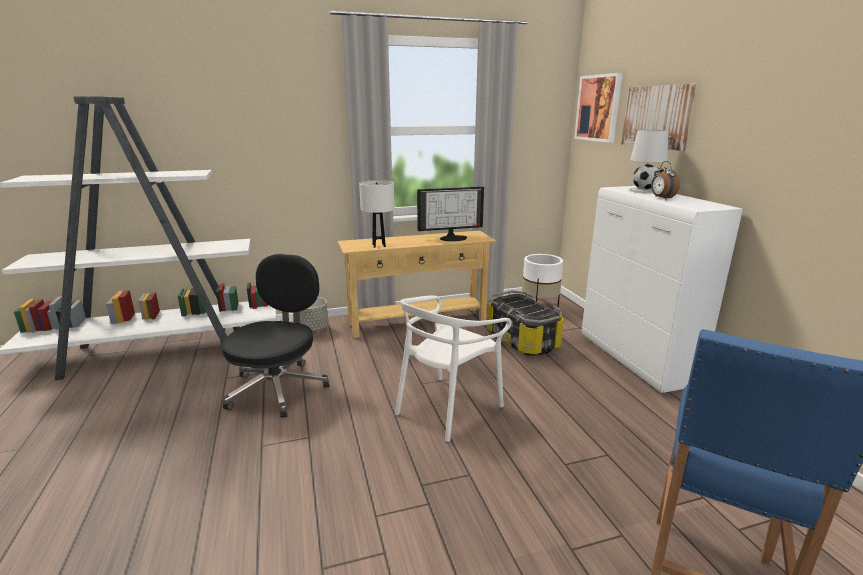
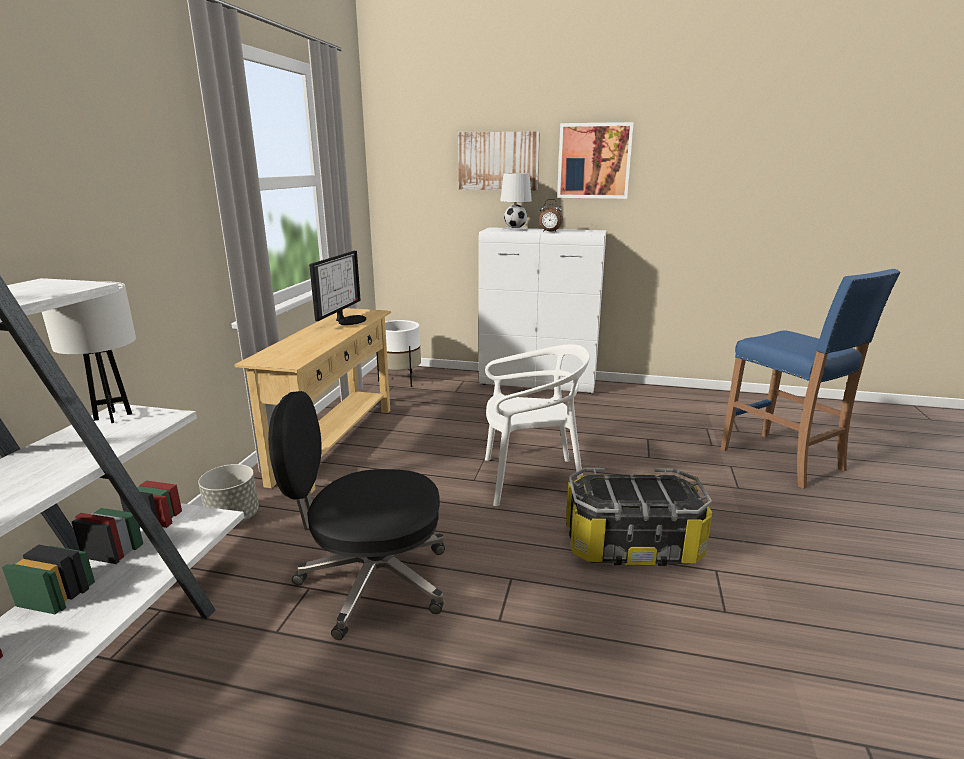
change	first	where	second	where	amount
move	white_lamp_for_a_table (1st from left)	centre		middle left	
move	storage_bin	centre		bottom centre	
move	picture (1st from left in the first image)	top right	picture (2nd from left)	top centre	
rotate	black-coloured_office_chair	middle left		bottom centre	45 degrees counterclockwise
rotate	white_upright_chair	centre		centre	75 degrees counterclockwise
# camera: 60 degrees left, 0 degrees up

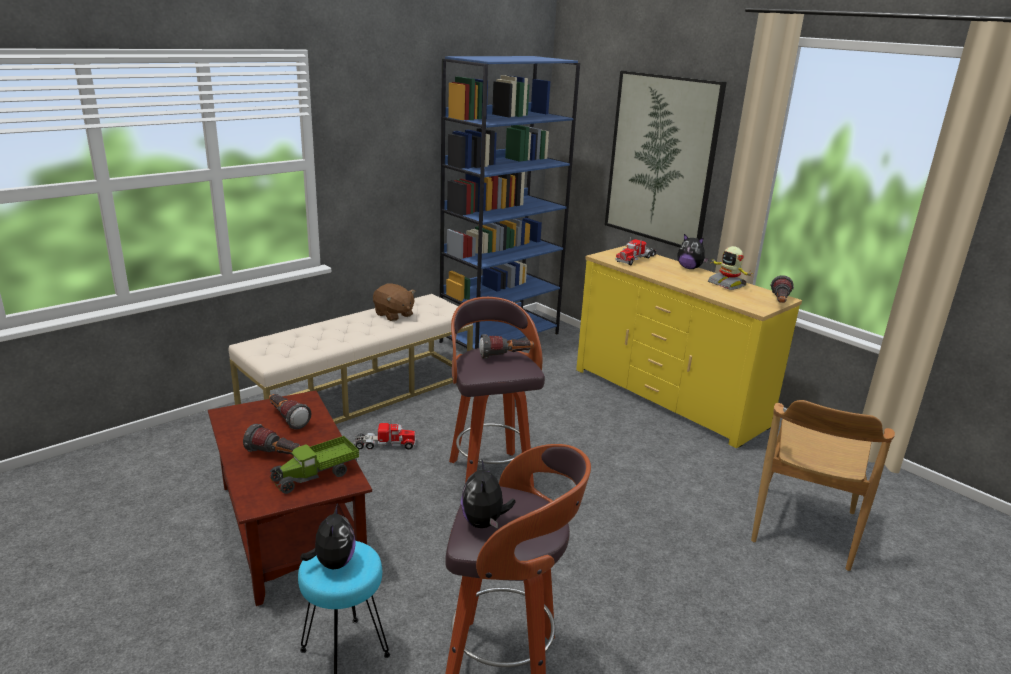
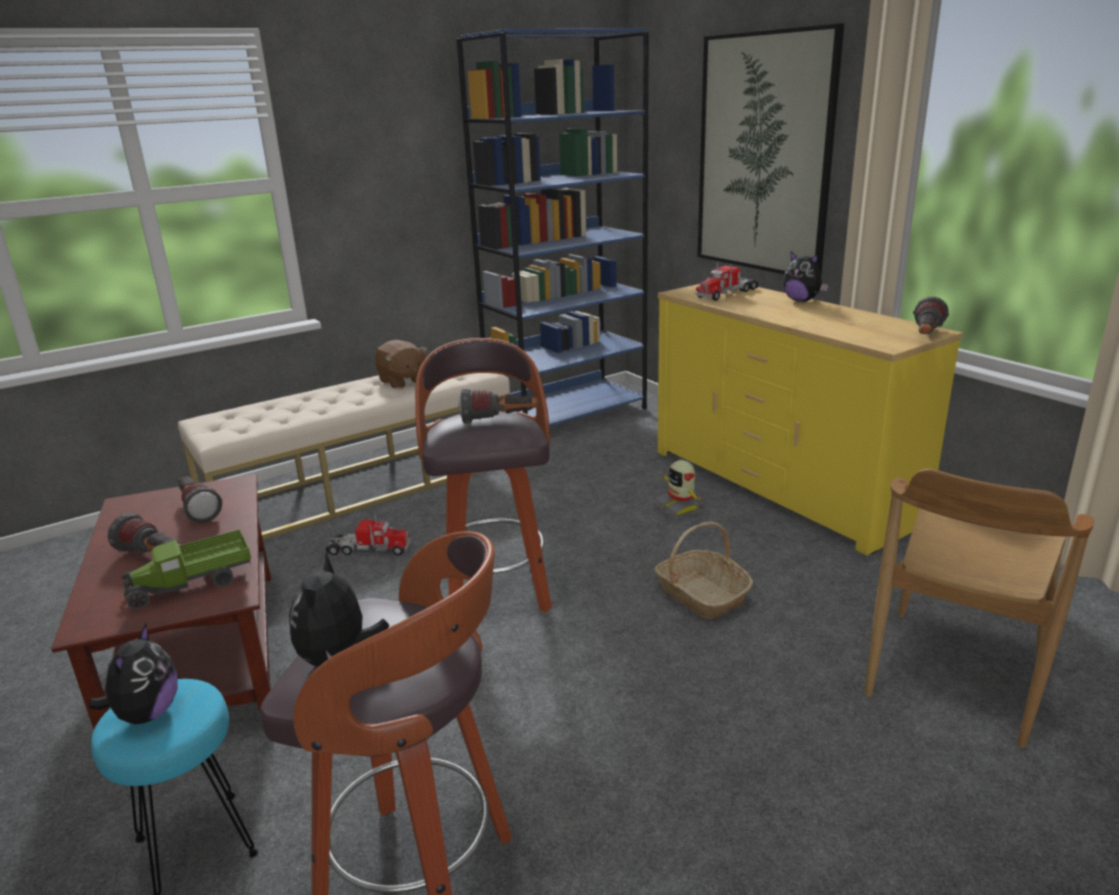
change	first	where	second	where	amount
insert			household_basket	centre	
move	robot_figure	middle right		centre	
# camera: 10 degrees right, 0 degrees up

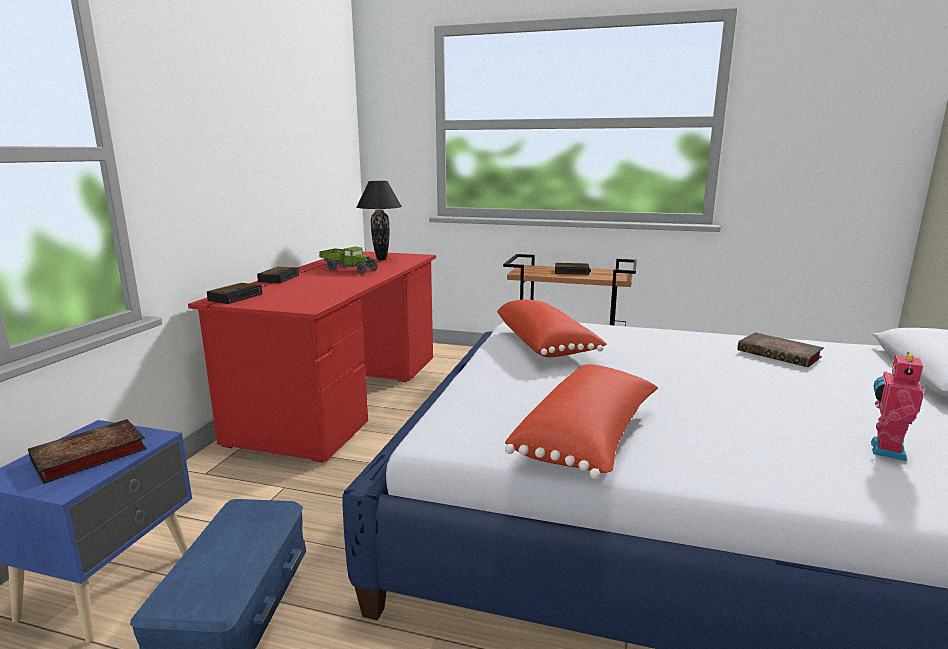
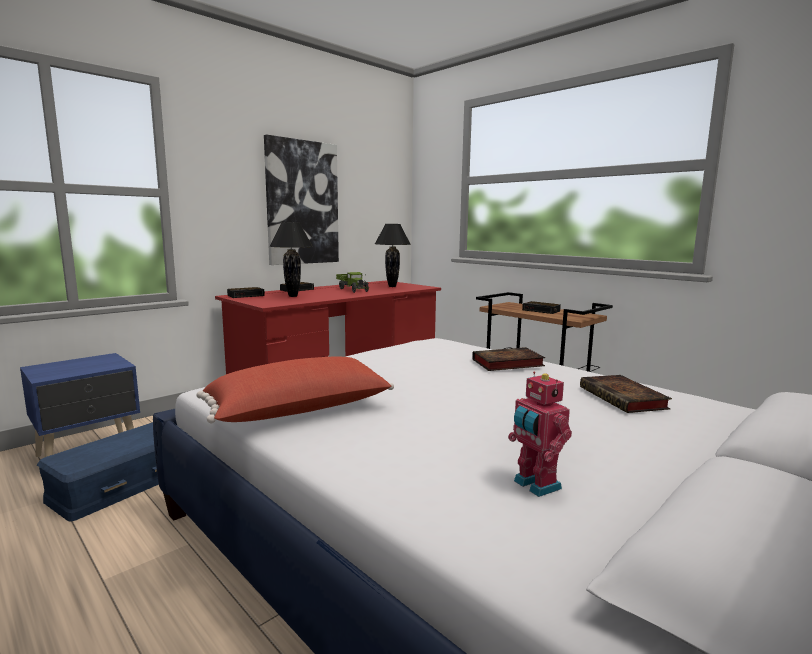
change	first	where	second	where	amount
delete	red_cushion (1st from left)	centre			
insert			picture	top centre	
insert			black-coloured_lamp_for_a_table (1st from left)	centre	
move	volume (1st from left)	bottom left		centre	
rotate	robot_figure	middle right		centre	90 degrees counterclockwise
# camera: 30 degrees right, 5 degrees down

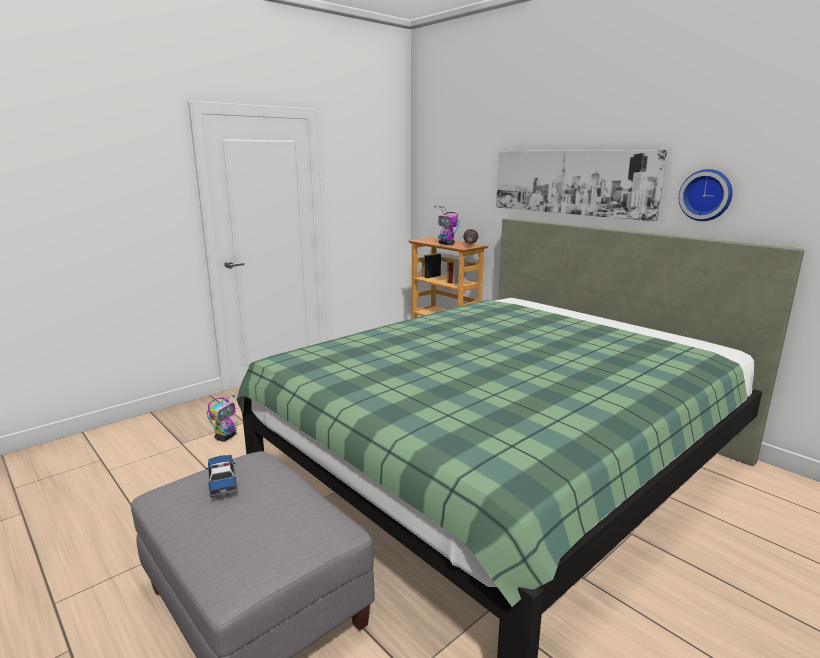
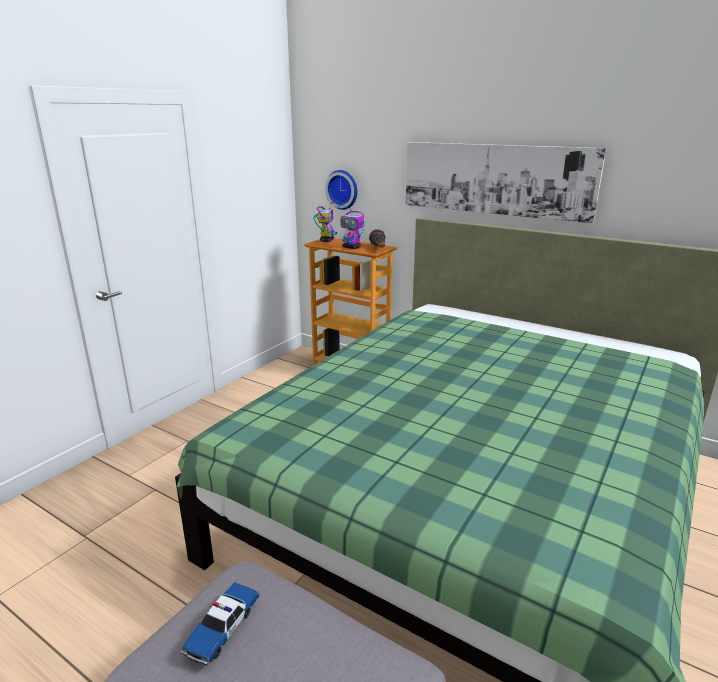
change	first	where	second	where	amount
move	robot_figure (1st from left)	middle left		top centre	
move	hanging_clock	top right		top centre	
rotate	miniature_car	bottom left		bottom left	120 degrees counterclockwise
# camera: 15 degrees left, 5 degrees up

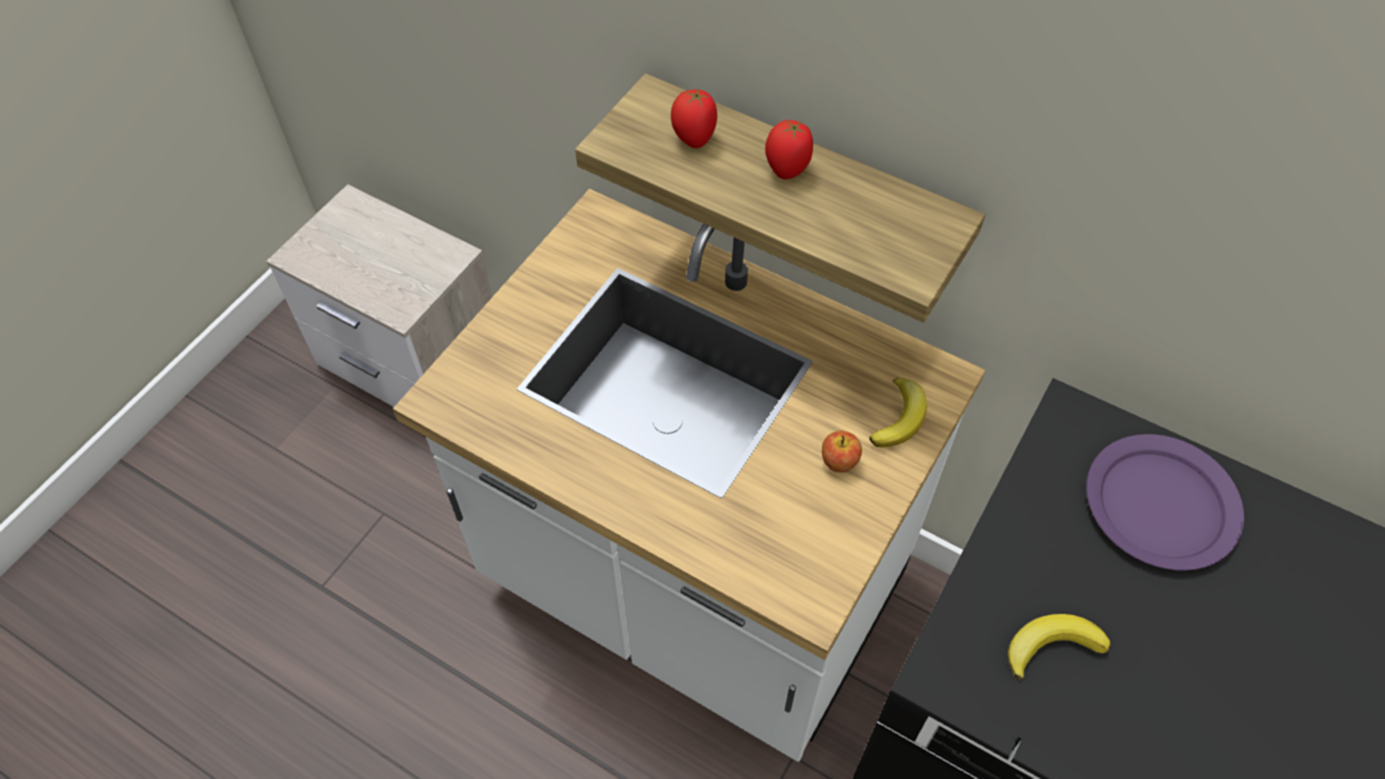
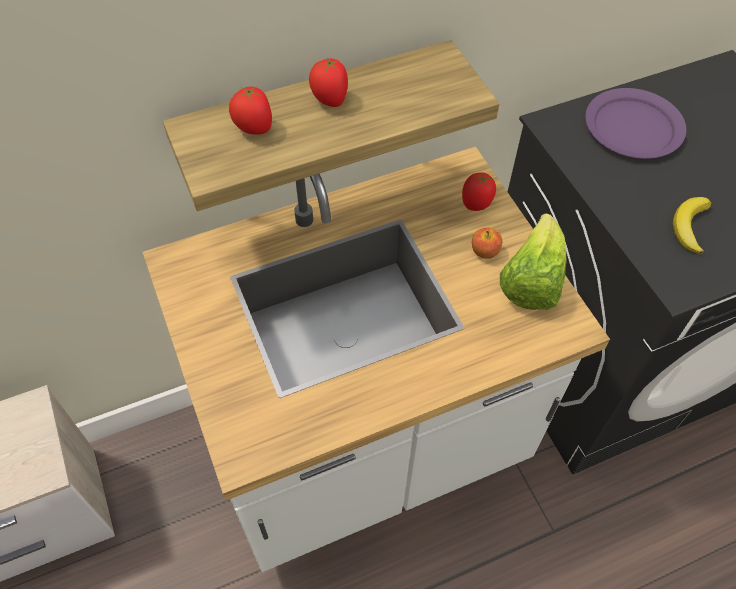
change	first	where	second	where	amount
insert			head_of_lettuce	middle right	
replace	banana_fruit (1st from left)	centre	whole_tomato (3rd from left)	top centre	
# camera: 55 degrees left, 0 degrees up

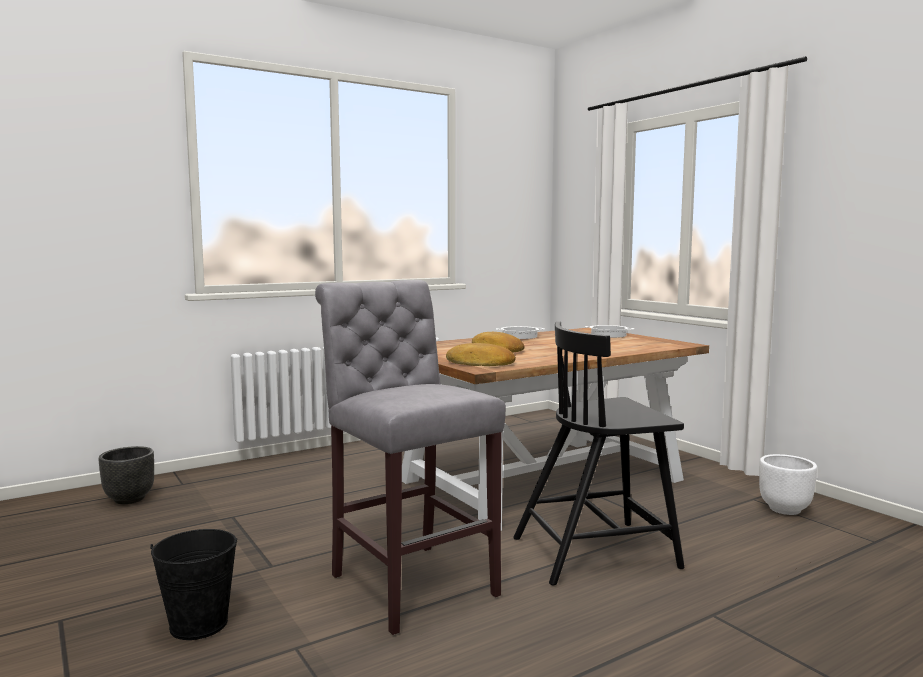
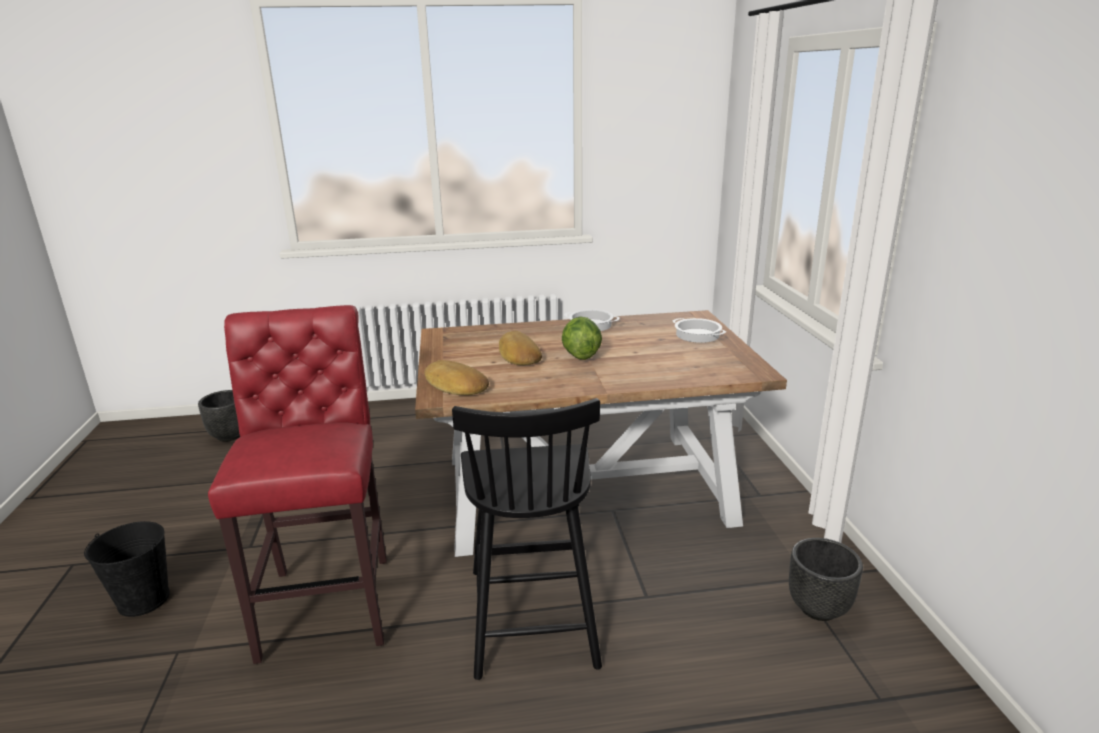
change	first	where	second	where	amount
insert			head_of_lettuce	centre	
recolor	greyish_stool_seat	bottom centre	red_stool_seat	middle left	
recolor	white_flower_pot	bottom right	black-coloured_flower_pot (2nd from left)	bottom right	
rotate	black-coloured_upright_chair	bottom centre		bottom centre	105 degrees counterclockwise
# camera: 25 degrees right, 15 degrees up

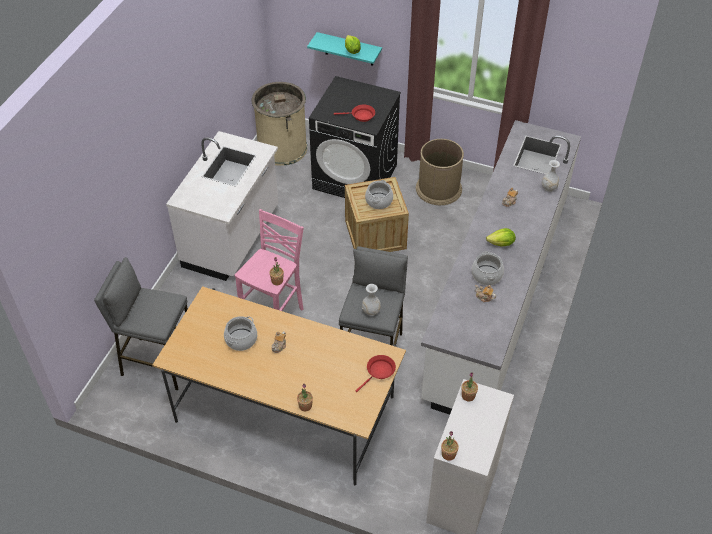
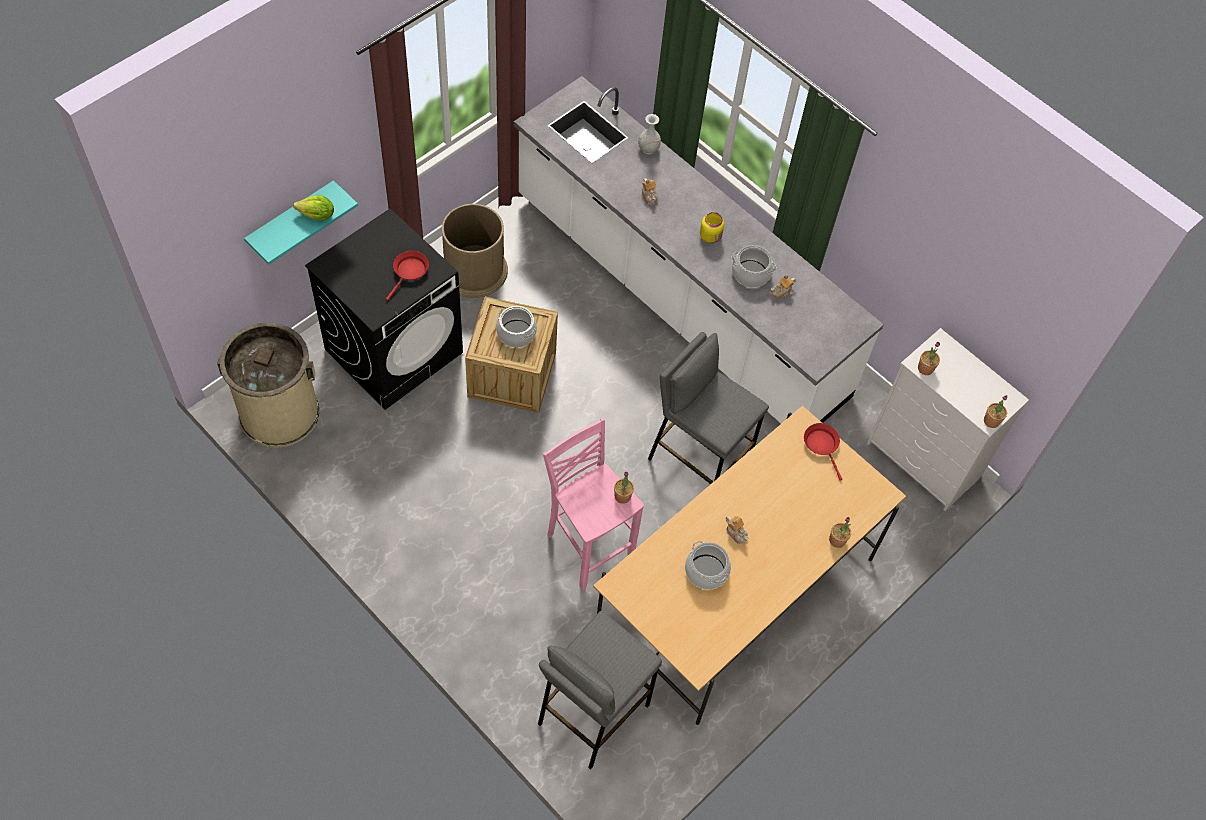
change	first	where	second	where	amount
delete	white_counter (1st from left)	middle left			
delete	white_decorative_vase (1st from left)	centre			
replace	head_of_lettuce (2nd from left)	middle right	yellowish_storage_jar	top centre	
# camera: 70 degrees left, 10 degrees up

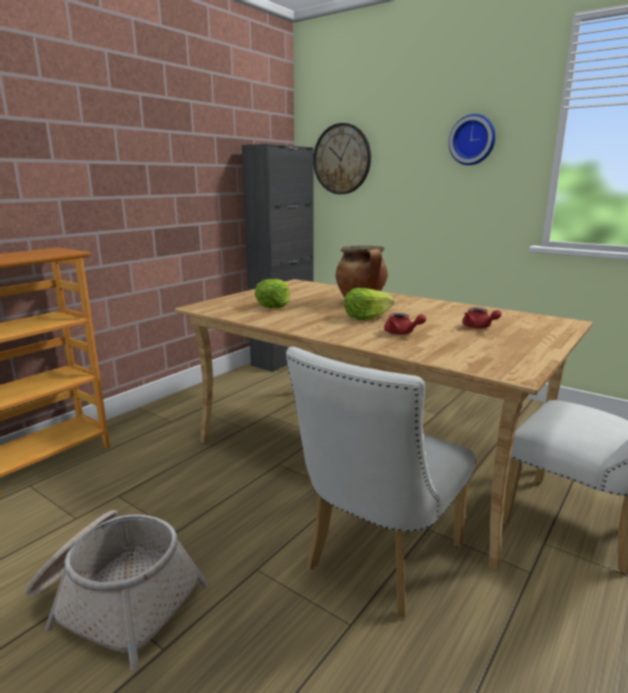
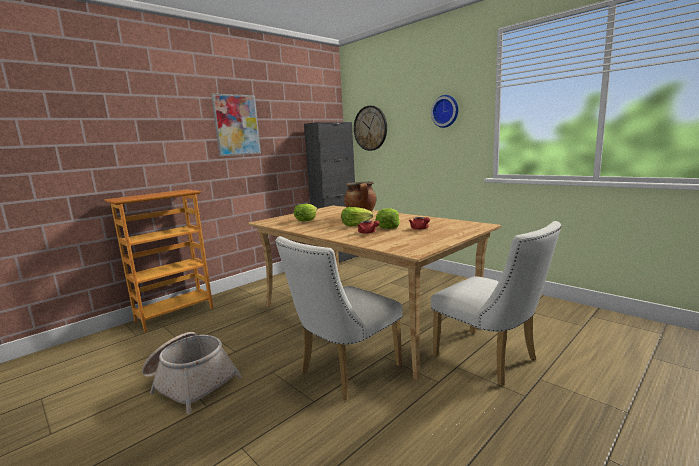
change	first	where	second	where	amount
insert			picture	top centre	
insert			head_of_lettuce (3rd from left)	centre	
# camera: 10 degrees right, 5 degrees down

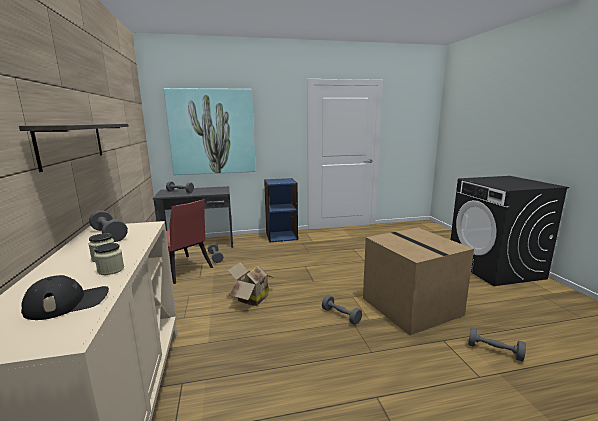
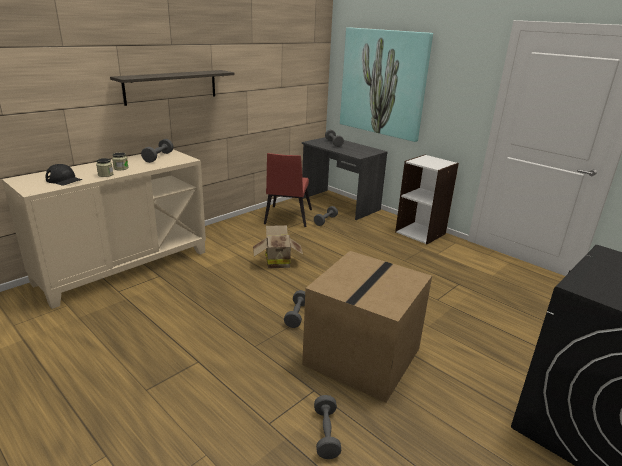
change	first	where	second	where	amount
recolor	blue-coloured_shelving_unit	centre	white_shelving_unit	middle right	
# camera: 55 degrees right, 10 degrees up

